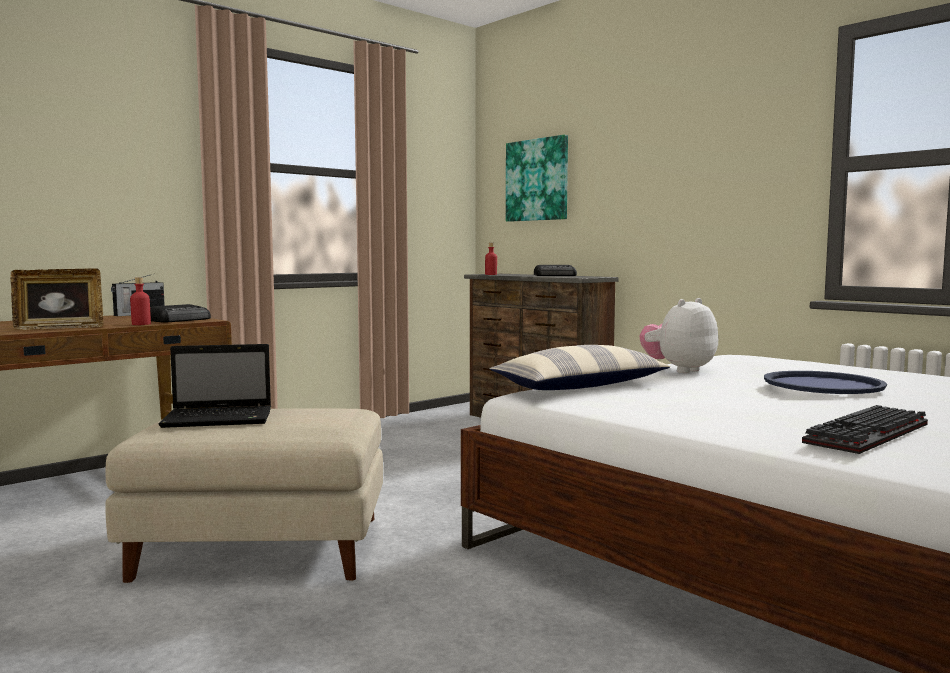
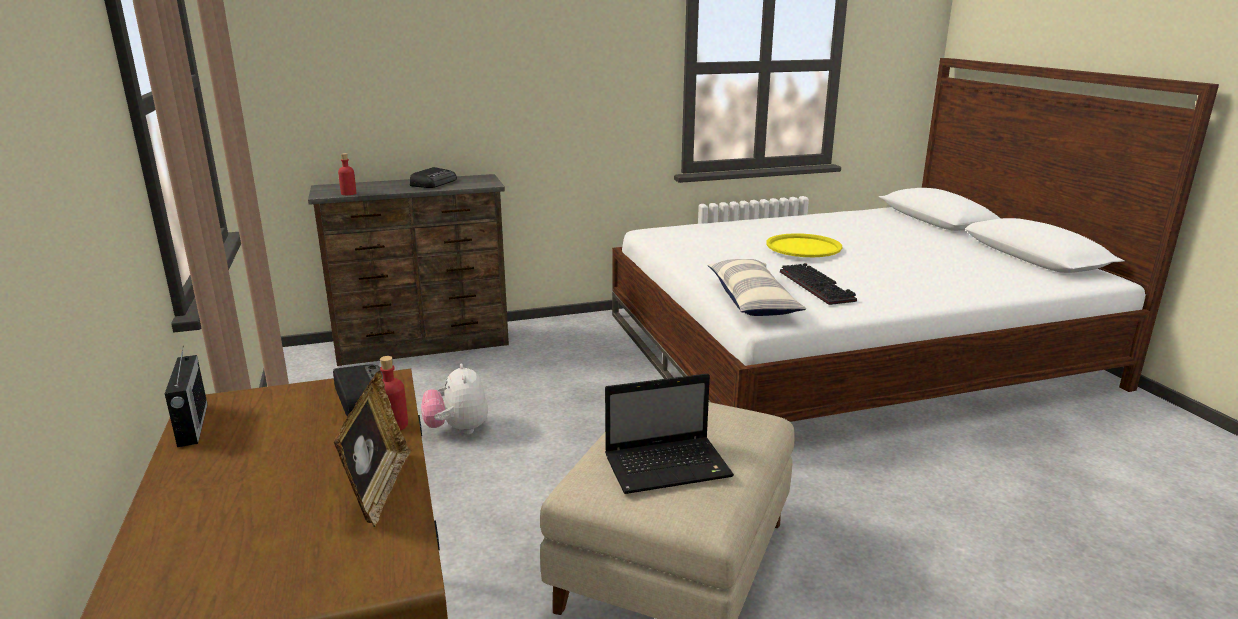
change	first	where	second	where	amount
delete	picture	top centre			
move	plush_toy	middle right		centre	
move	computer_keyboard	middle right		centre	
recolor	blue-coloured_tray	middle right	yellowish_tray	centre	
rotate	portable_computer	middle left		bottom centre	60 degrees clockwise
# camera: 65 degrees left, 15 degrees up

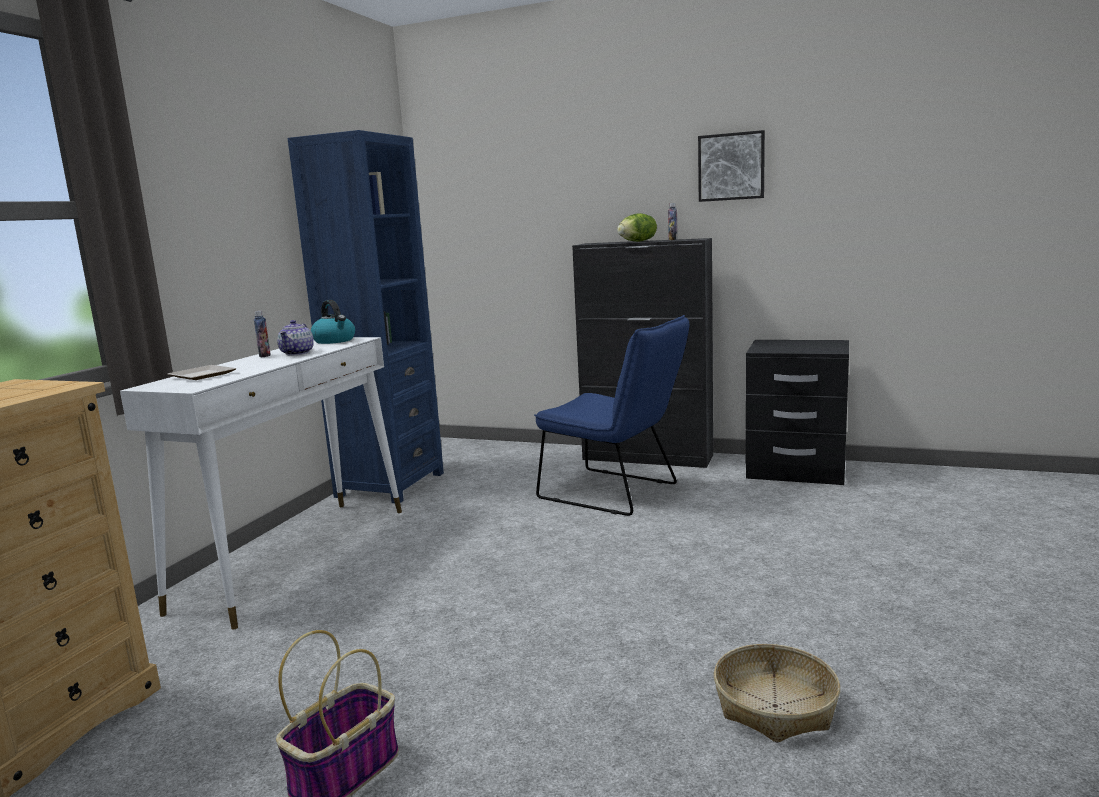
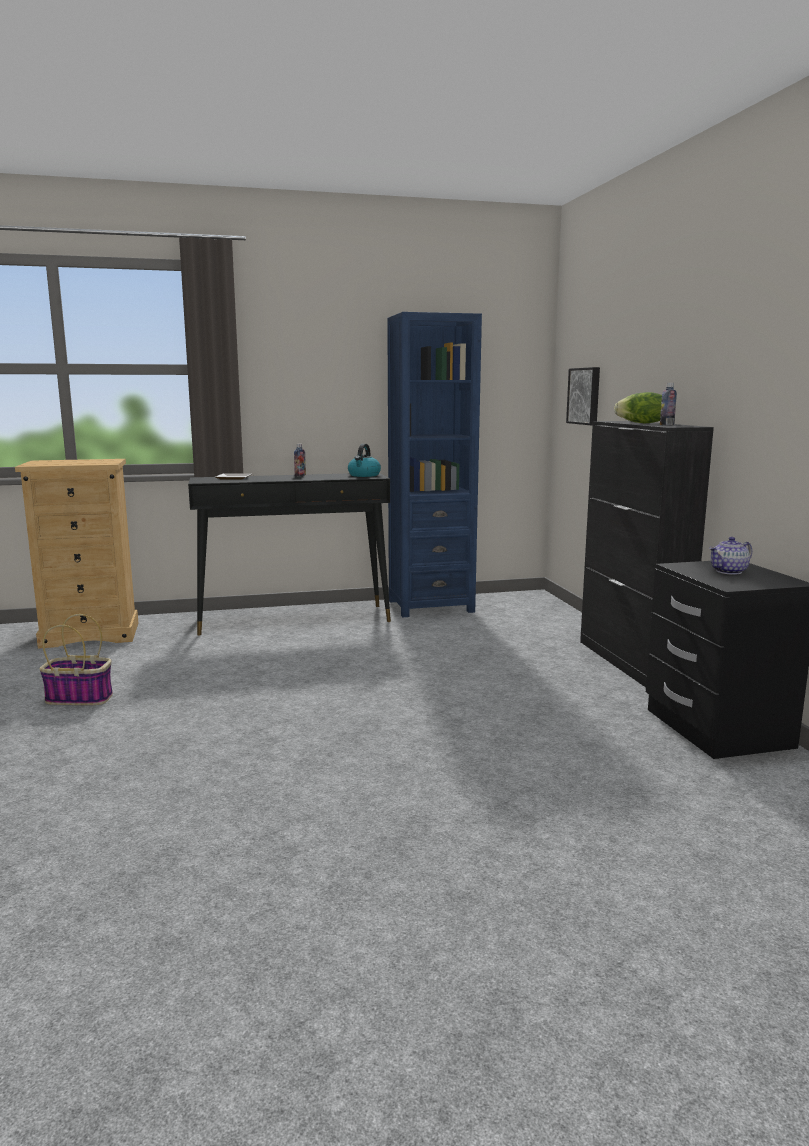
change	first	where	second	where	amount
delete	blue-coloured_upright_chair	centre			
delete	household_basket (2nd from left)	bottom right			
move	tea_pot	middle left		middle right	
move	picture	top centre		middle right	
recolor	white_narrow_table	middle left	black-coloured_narrow_table	centre	
# camera: 55 degrees right, 0 degrees up

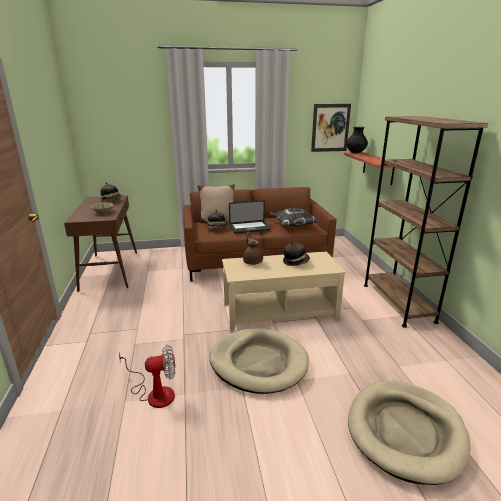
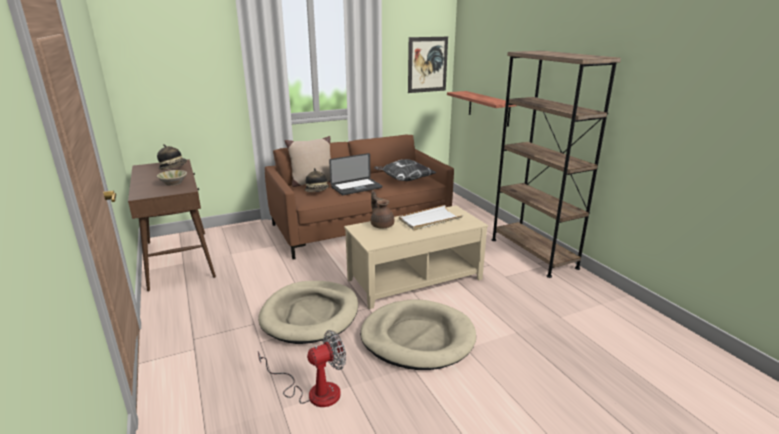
change	first	where	second	where	amount
delete	black-coloured_decorative_vase	top right			
move	sand-coloured_dog_bed (2nd from left in the first image)	bottom right	sand-coloured_dog_bed (1st from left)	bottom centre	
replace	wearable_hat (3rd from left)	centre	white_tray	centre	
# camera: 15 degrees left, 0 degrees up

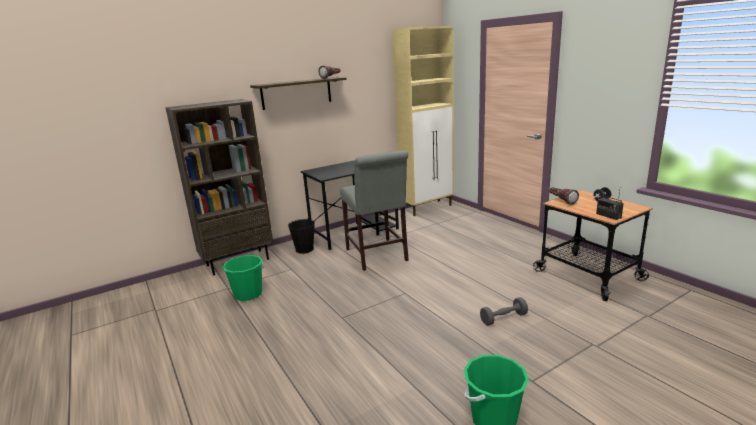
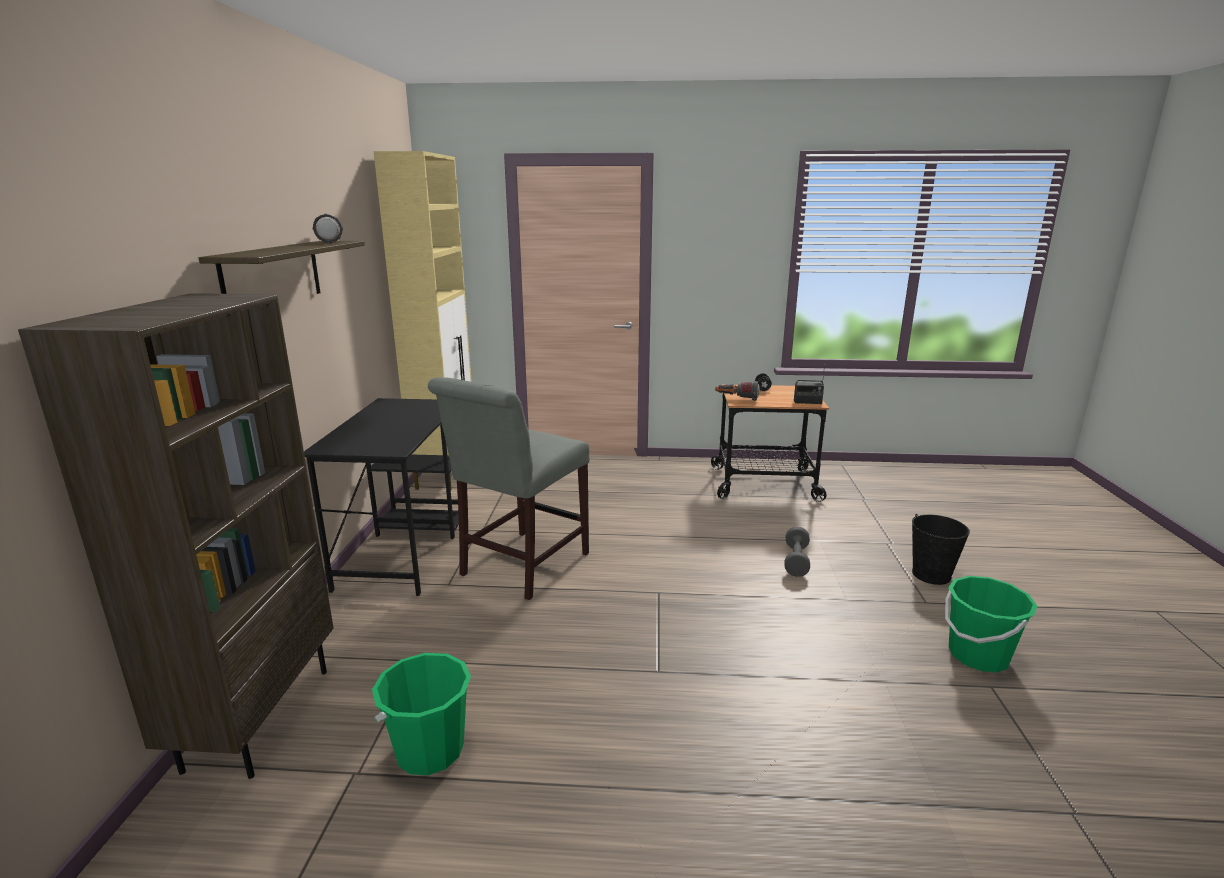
change	first	where	second	where	amount
move	black-coloured_pail	centre		middle right	
rotate	greyish_upright_chair	centre		centre	105 degrees clockwise
# camera: 55 degrees left, 0 degrees up

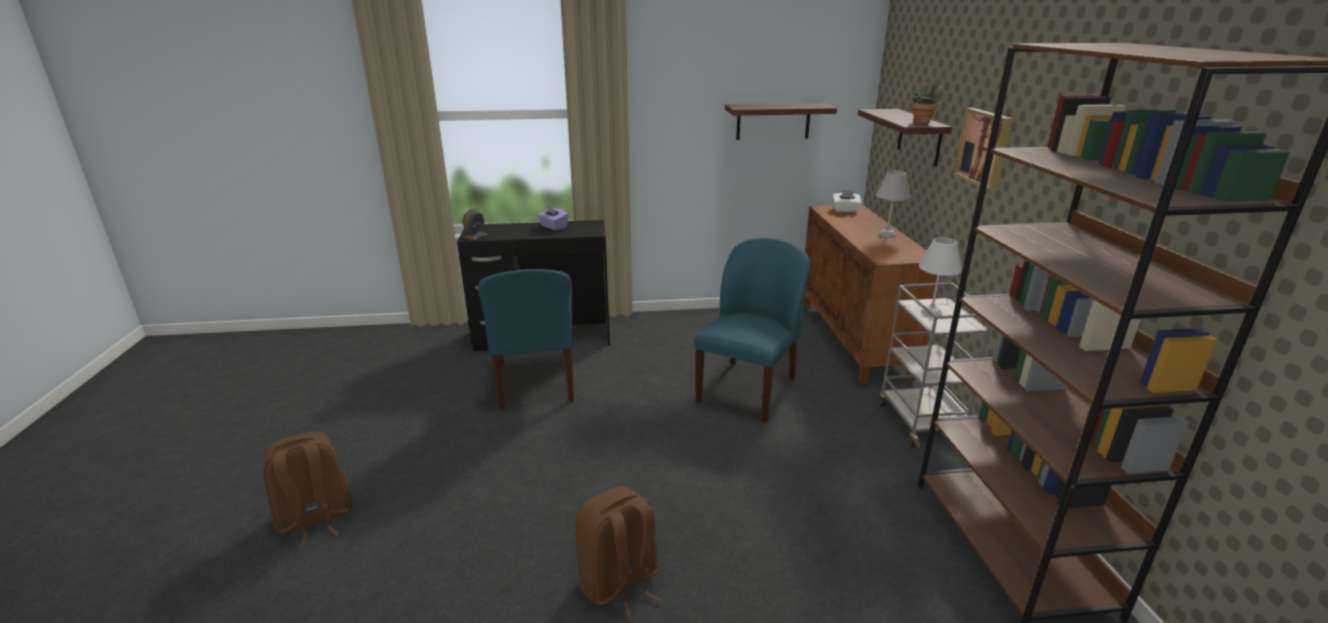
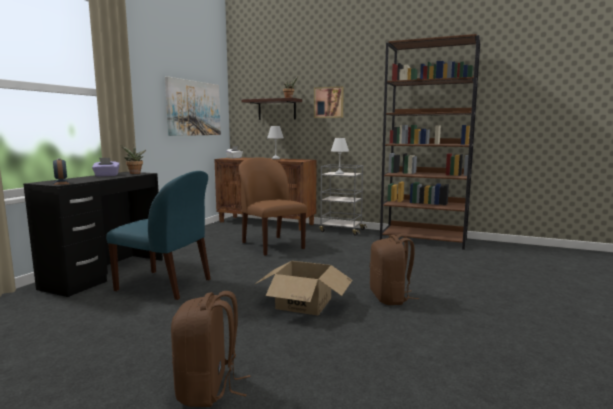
change	first	where	second	where	amount
insert			potted_plant (1st from left)	middle left	
insert			carton	bottom centre	
replace	shelf (1st from left)	top centre	picture (1st from left)	top left	
recolor	blue-coloured_upright_chair (2nd from left)	centre	brown_upright_chair	centre	
# camera: 60 degrees left, 15 degrees down

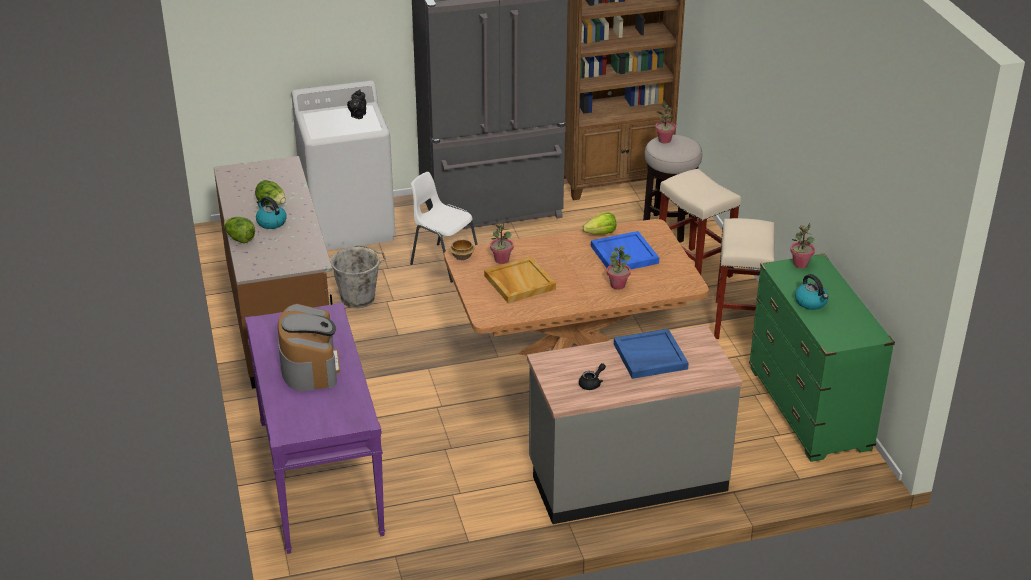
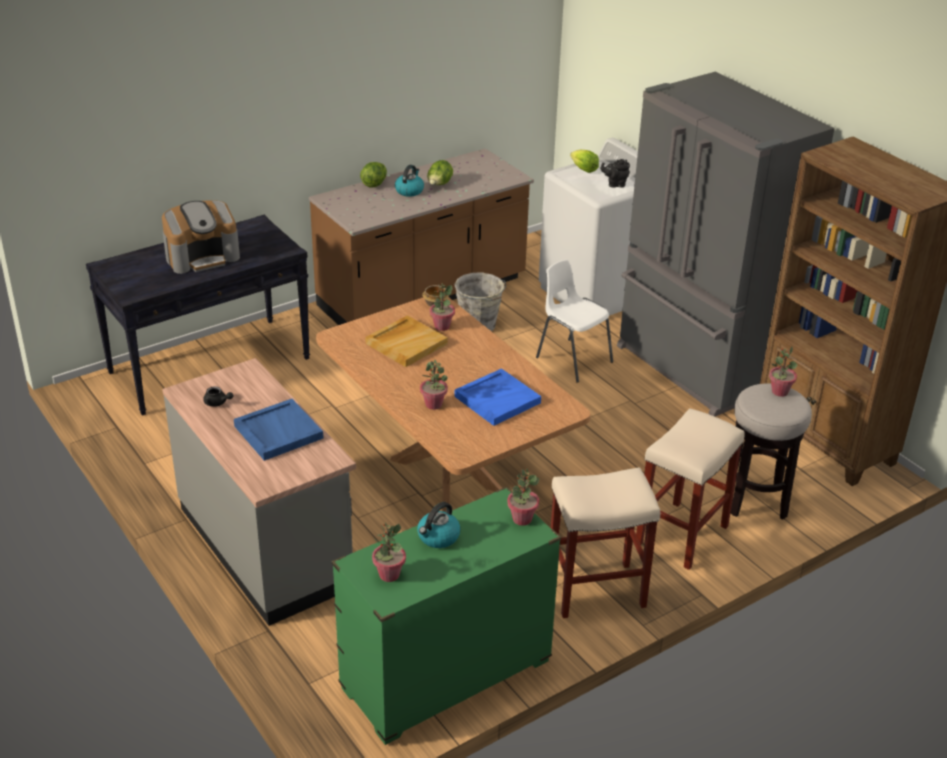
change	first	where	second	where	amount
insert			potted_plant (1st from left)	bottom centre	
move	head_of_lettuce (3rd from left)	centre		top centre	
recolor	purple_narrow_table	bottom left	black-coloured_narrow_table	middle left	
rotate	white_upright_chair	centre		centre	60 degrees counterclockwise
# camera: 70 degrees right, 0 degrees up

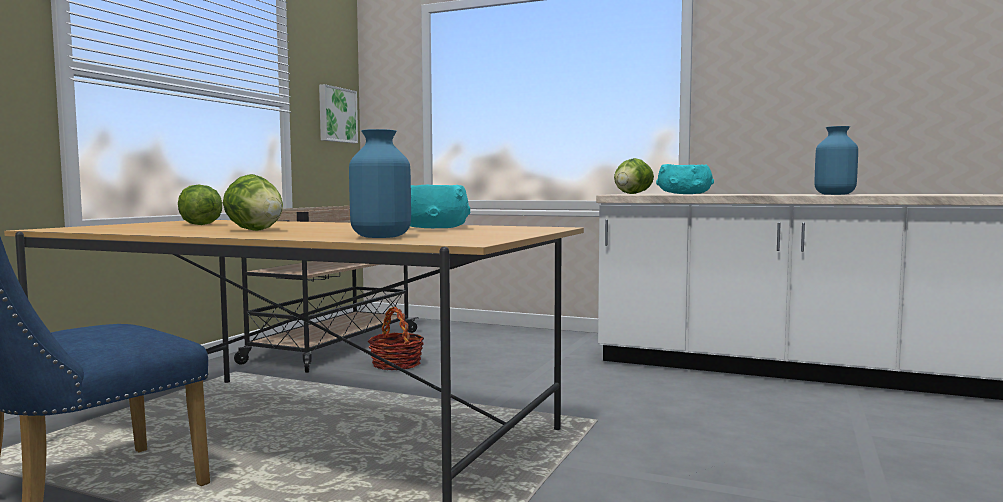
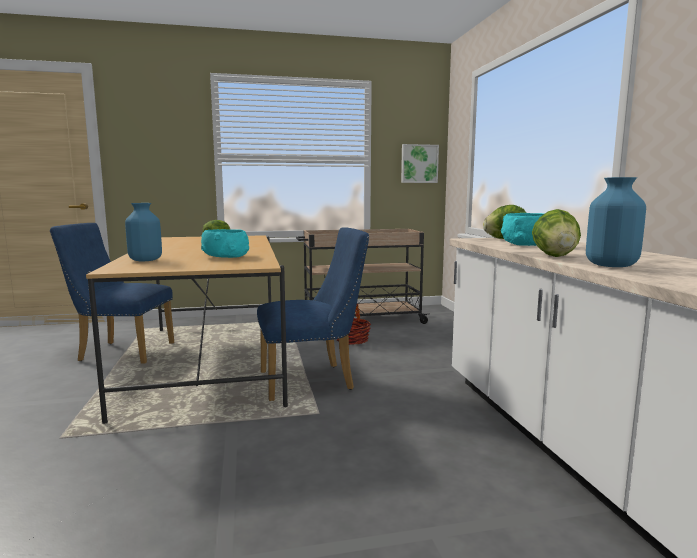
change	first	where	second	where	amount
insert			blue-coloured_upright_chair (2nd from left)	centre	
move	head_of_lettuce (2nd from left in the first image)	middle left	head_of_lettuce (3rd from left)	middle right	
# camera: 55 degrees right, 5 degrees up

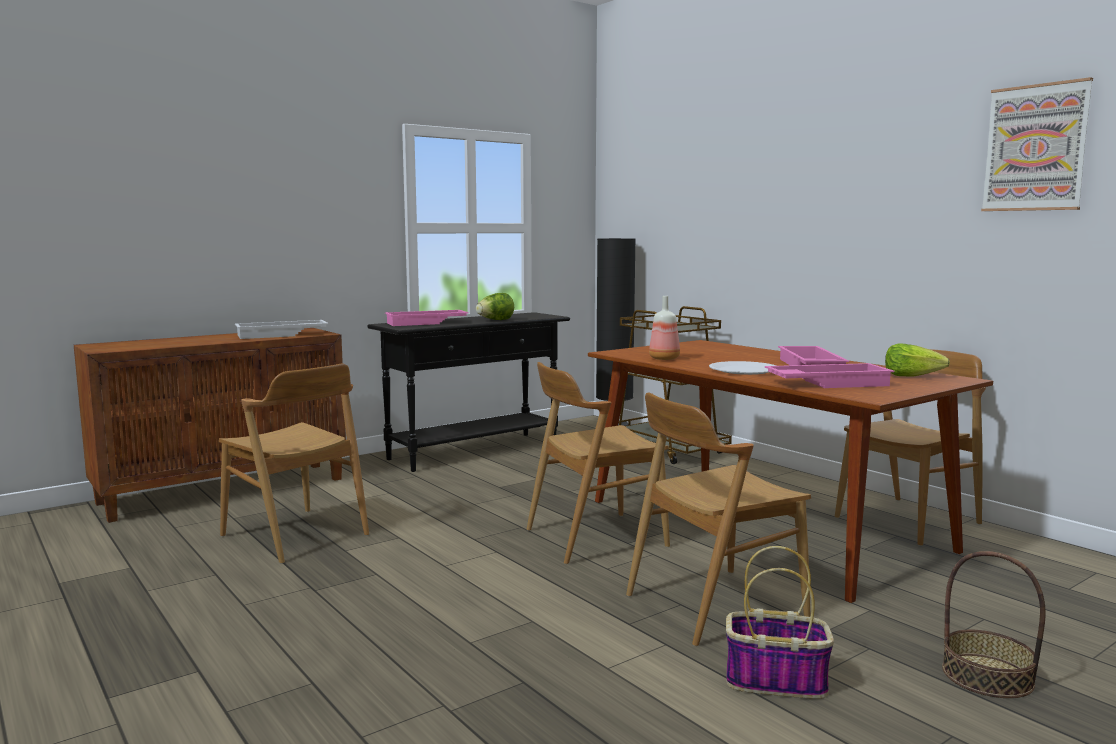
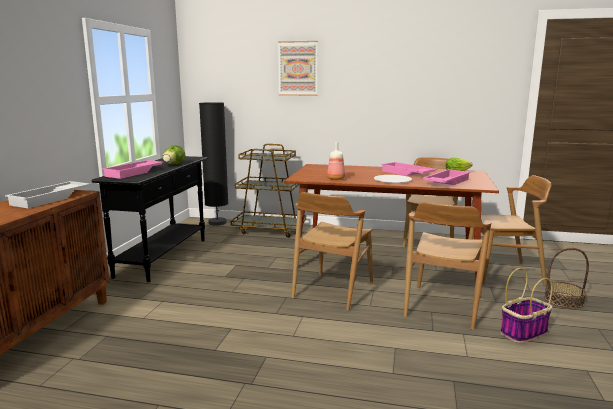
change	first	where	second	where	amount
move	brown_upright_chair (1st from left in the first image)	middle left	brown_upright_chair (4th from left)	middle right	
move	picture	top right		top centre	
# camera: 40 degrees left, 5 degrees up

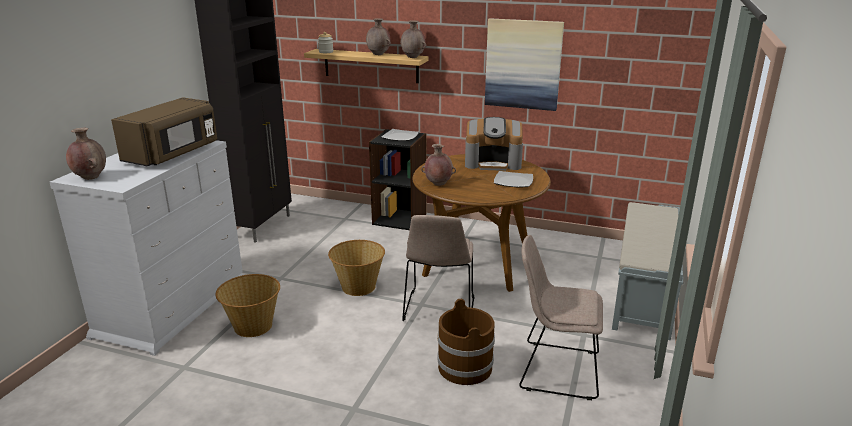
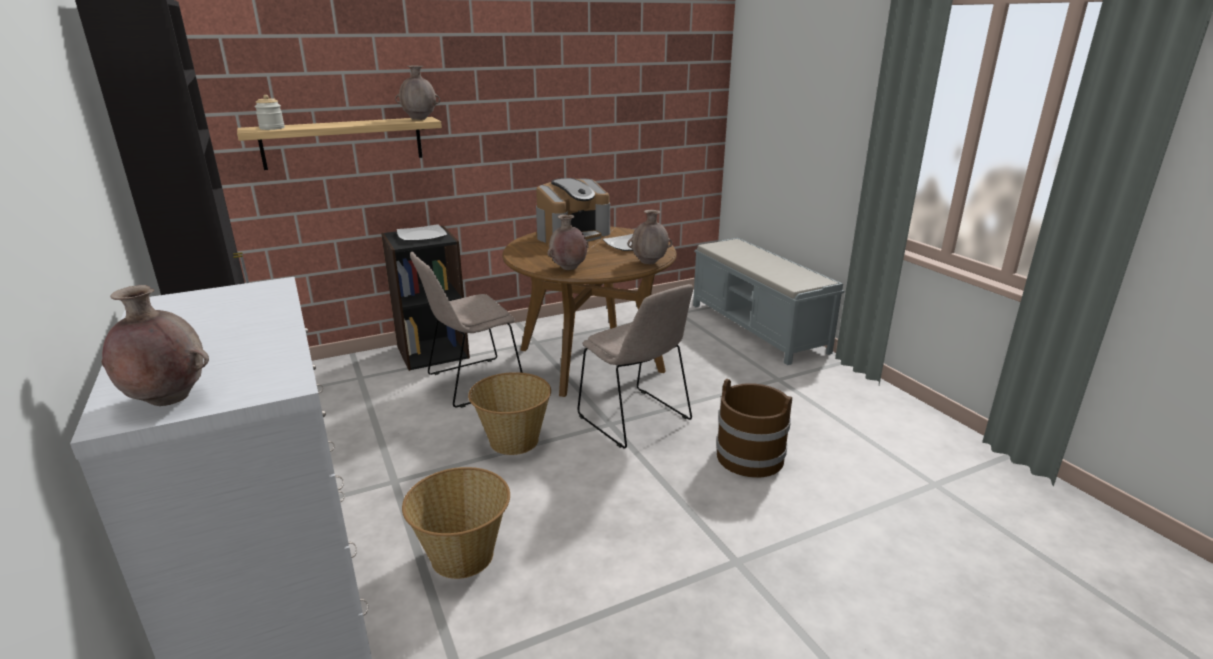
change	first	where	second	where	amount
delete	brown_microwave	top left			
delete	picture	top centre			
move	brown_decorative_vase (2nd from left in the first image)	top centre	brown_decorative_vase (4th from left)	centre	
move	sand-coloured_upright_chair (2nd from left in the first image)	bottom centre	sand-coloured_upright_chair (1st from left)	centre	
# camera: 45 degrees left, 0 degrees up

